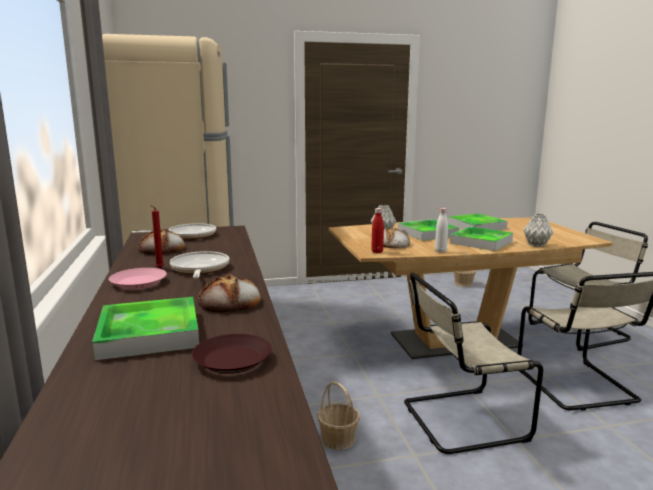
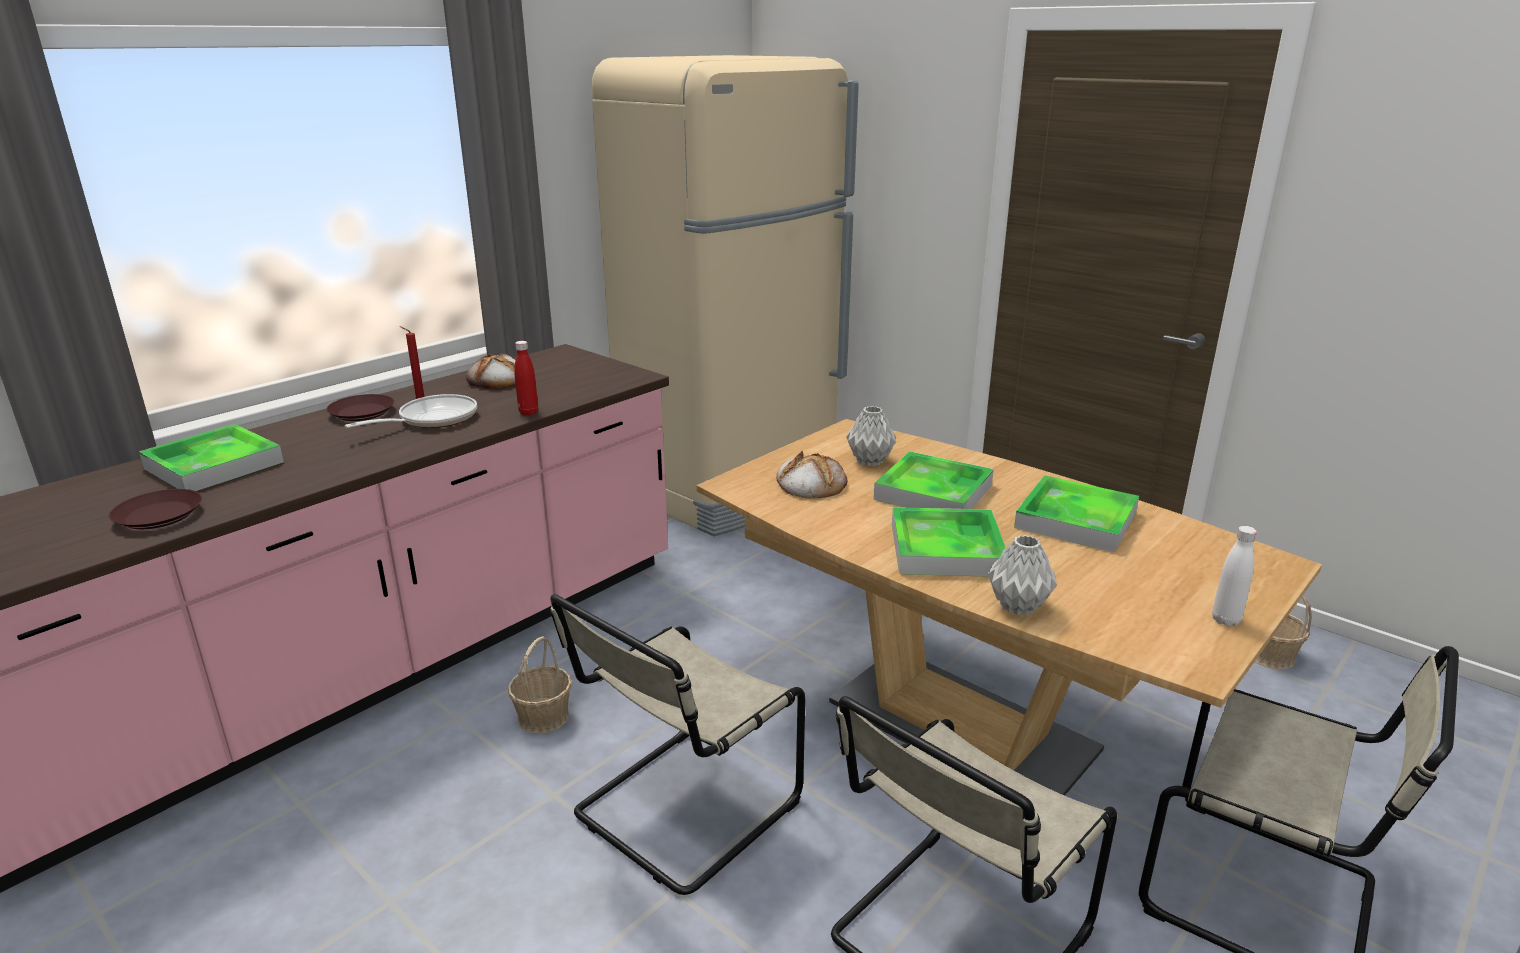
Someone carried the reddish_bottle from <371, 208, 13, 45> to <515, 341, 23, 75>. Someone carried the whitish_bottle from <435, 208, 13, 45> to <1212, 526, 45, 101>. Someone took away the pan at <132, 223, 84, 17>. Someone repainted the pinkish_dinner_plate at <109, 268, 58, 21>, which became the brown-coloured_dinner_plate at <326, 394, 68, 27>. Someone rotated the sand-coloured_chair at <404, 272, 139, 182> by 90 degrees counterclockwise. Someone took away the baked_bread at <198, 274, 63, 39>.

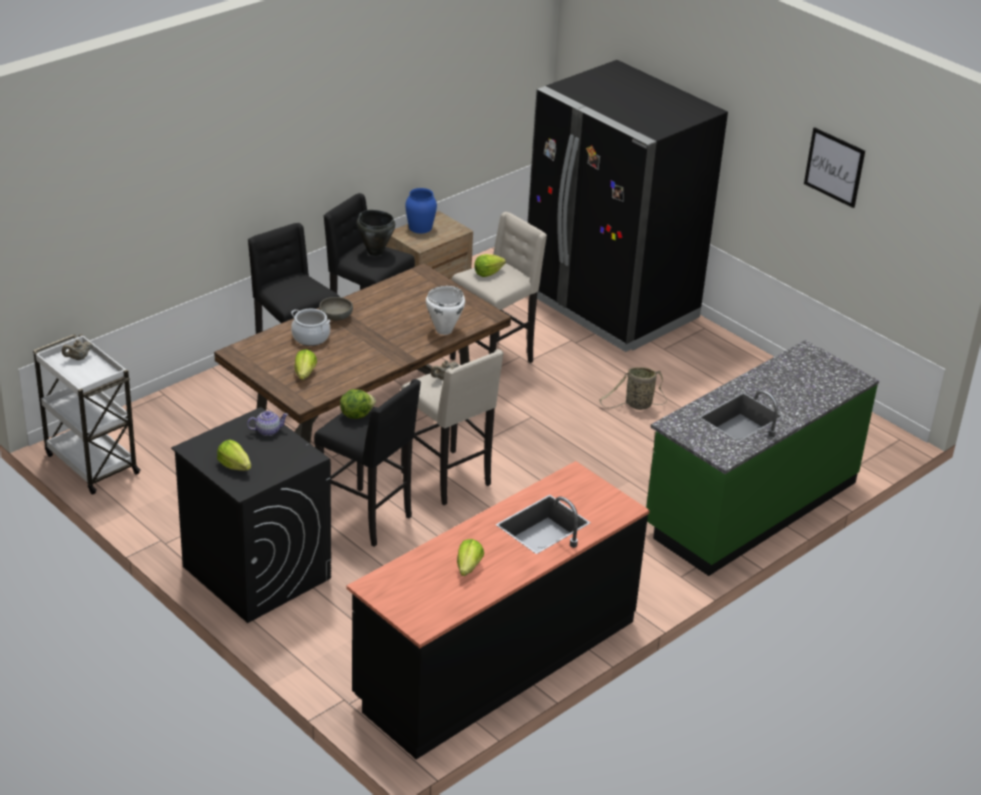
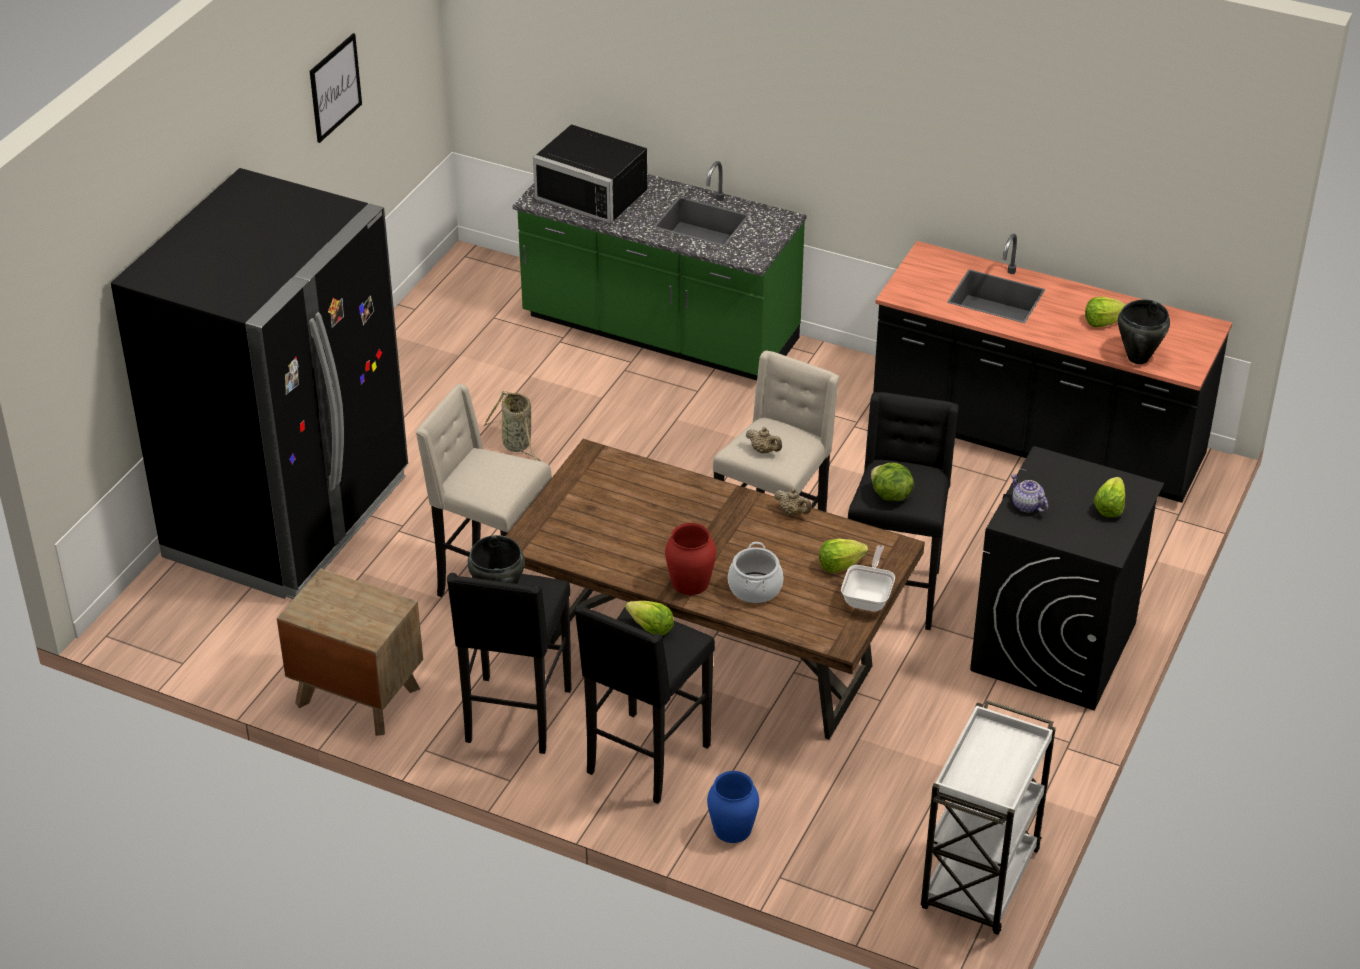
Someone carried the blue-coloured_vase from <405, 188, 32, 45> to <707, 771, 52, 72>. Someone carried the lettuce_head from <474, 254, 32, 23> to <625, 601, 49, 35>. Someone took away the whitish_stockpot at <426, 286, 39, 49>. Someone swapped the gray_bowl at <319, 297, 34, 24> for the reddish_vase at <665, 523, 51, 72>. Someone carried the sand-coloured_pot_for_tea from <62, 340, 31, 20> to <774, 488, 37, 27>. Someone put down the black-coloured_microwave_oven at <533, 124, 114, 100>. Someone put down the black-coloured_stockpot at <1118, 300, 52, 64>. Someone put down the pan at <841, 545, 54, 66>.

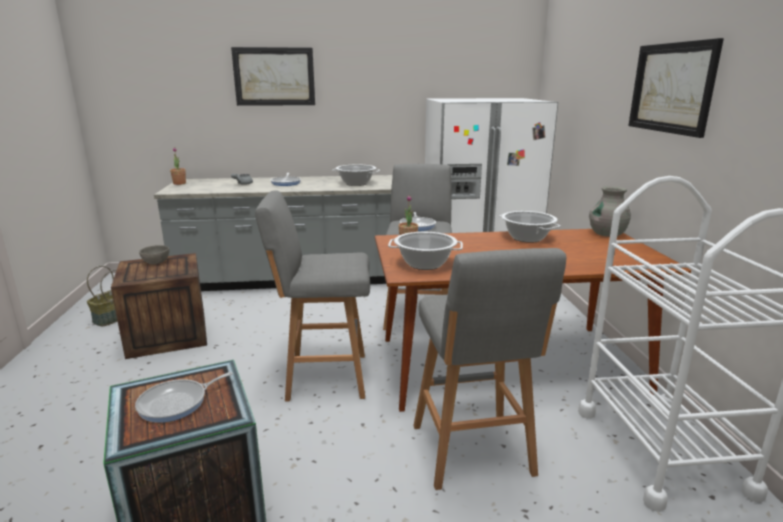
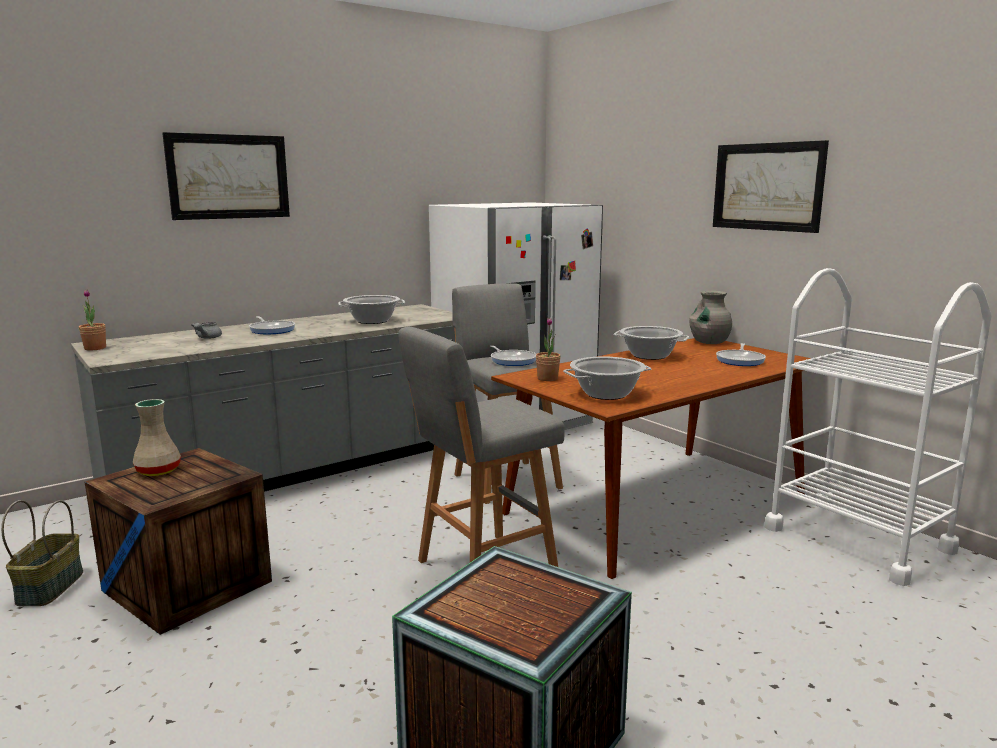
Someone swapped the gray_bowl at <139, 245, 30, 20> for the sand-coloured_vase at <133, 399, 48, 77>. Someone took away the gray_stool_seat at <413, 248, 153, 242>. Someone carried the pan from <135, 372, 98, 51> to <716, 343, 50, 23>.

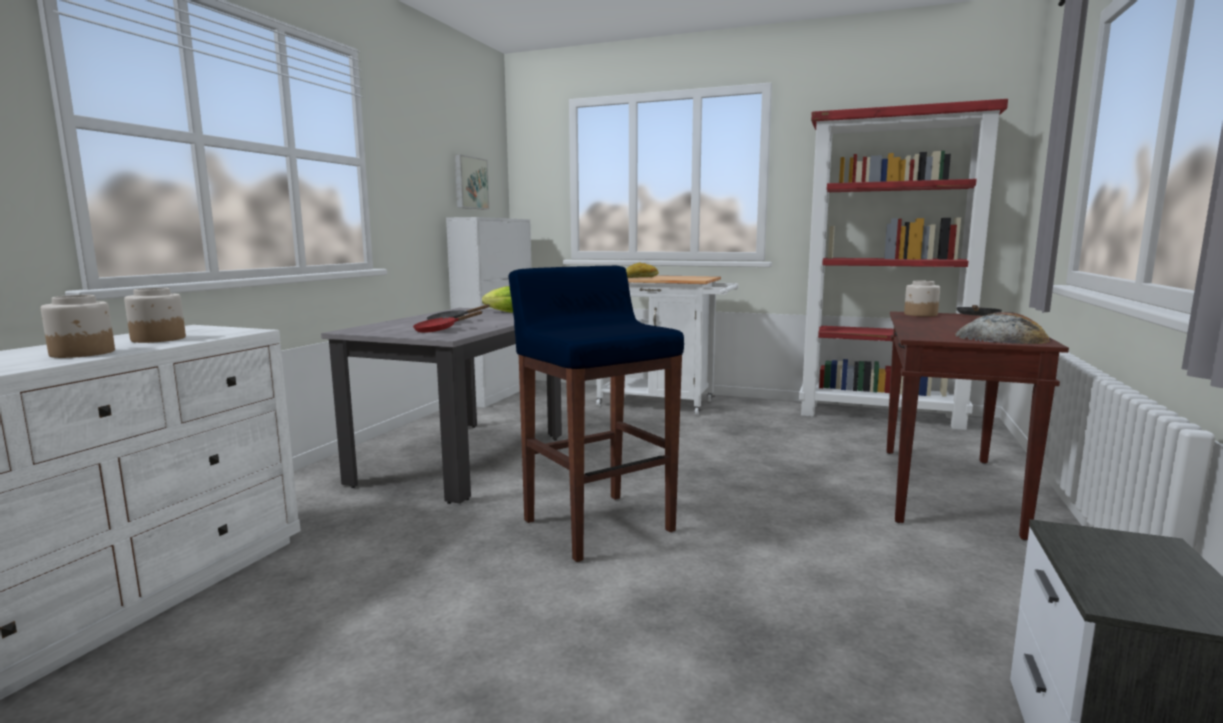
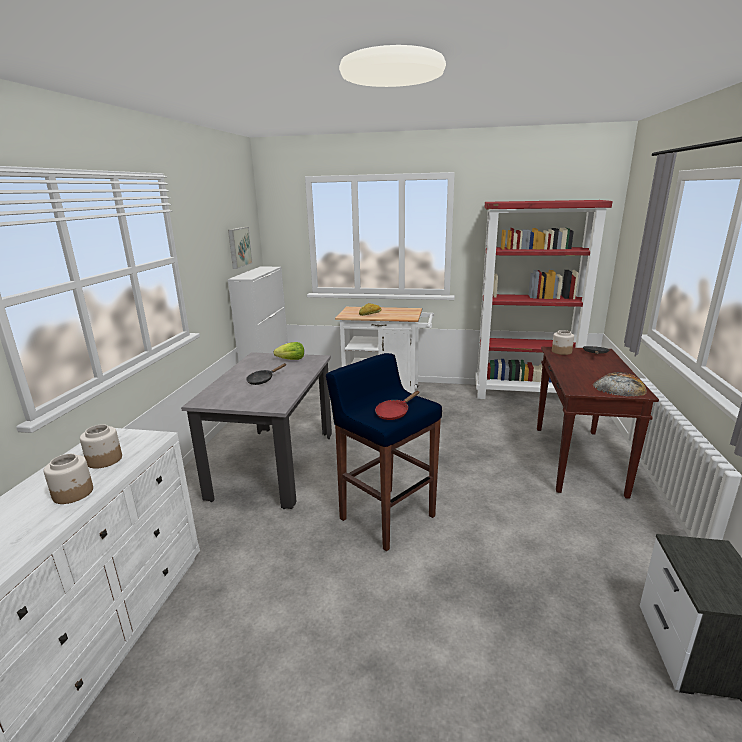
Someone carried the reddish_pan from <413, 311, 70, 22> to <375, 391, 45, 29>.

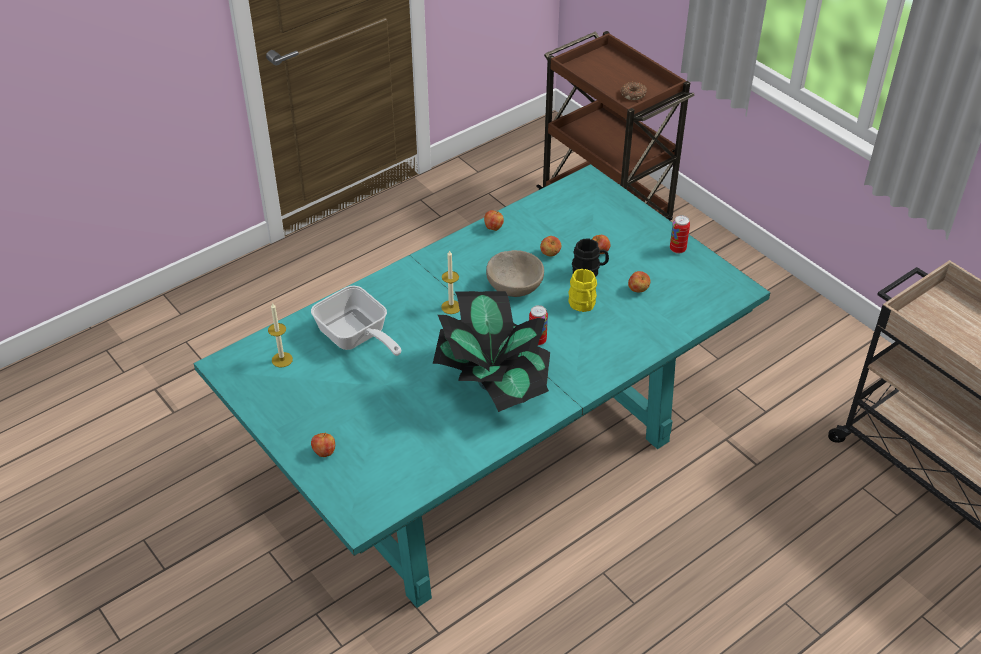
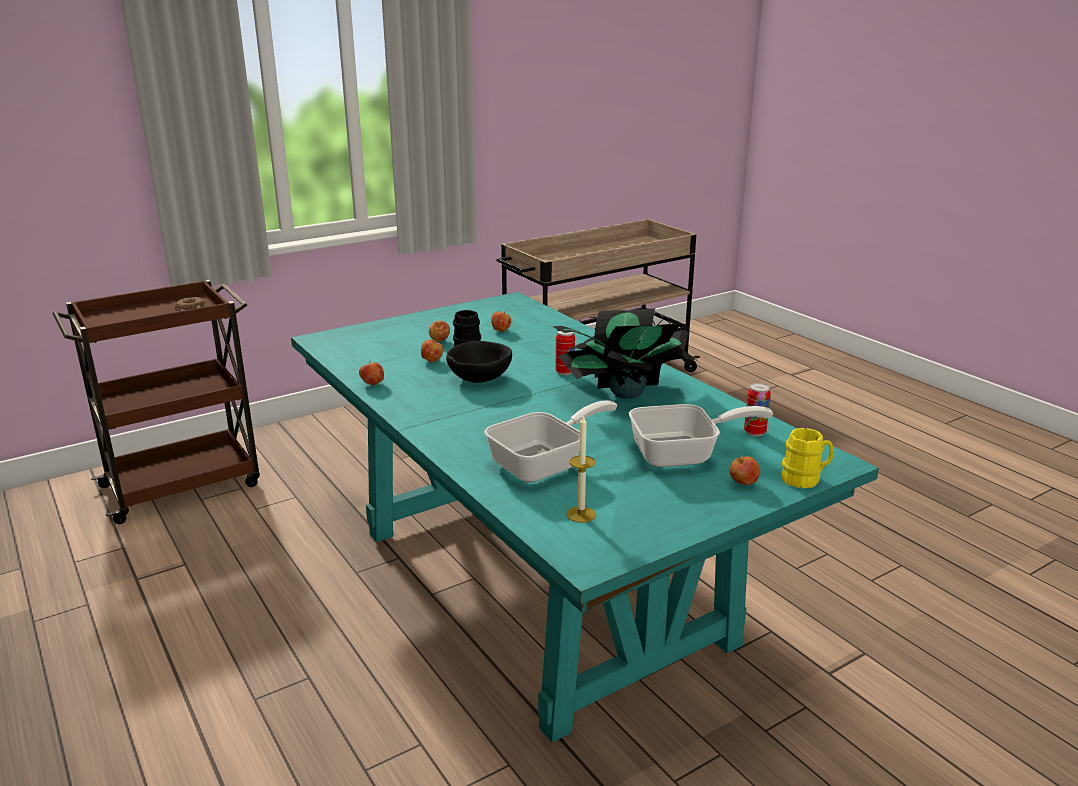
Someone carried the metal_can from <670, 215, 20, 39> to <744, 383, 27, 53>. Someone took away the candle at <441, 250, 19, 64>. Someone repainted the sand-coloured_bowl at <486, 250, 58, 47>, which became the black-coloured_bowl at <446, 341, 66, 42>. Someone carried the yellow-coloured_coffee_mug from <568, 269, 29, 43> to <782, 428, 52, 60>. Someone put down the pan at <629, 404, 144, 63>.

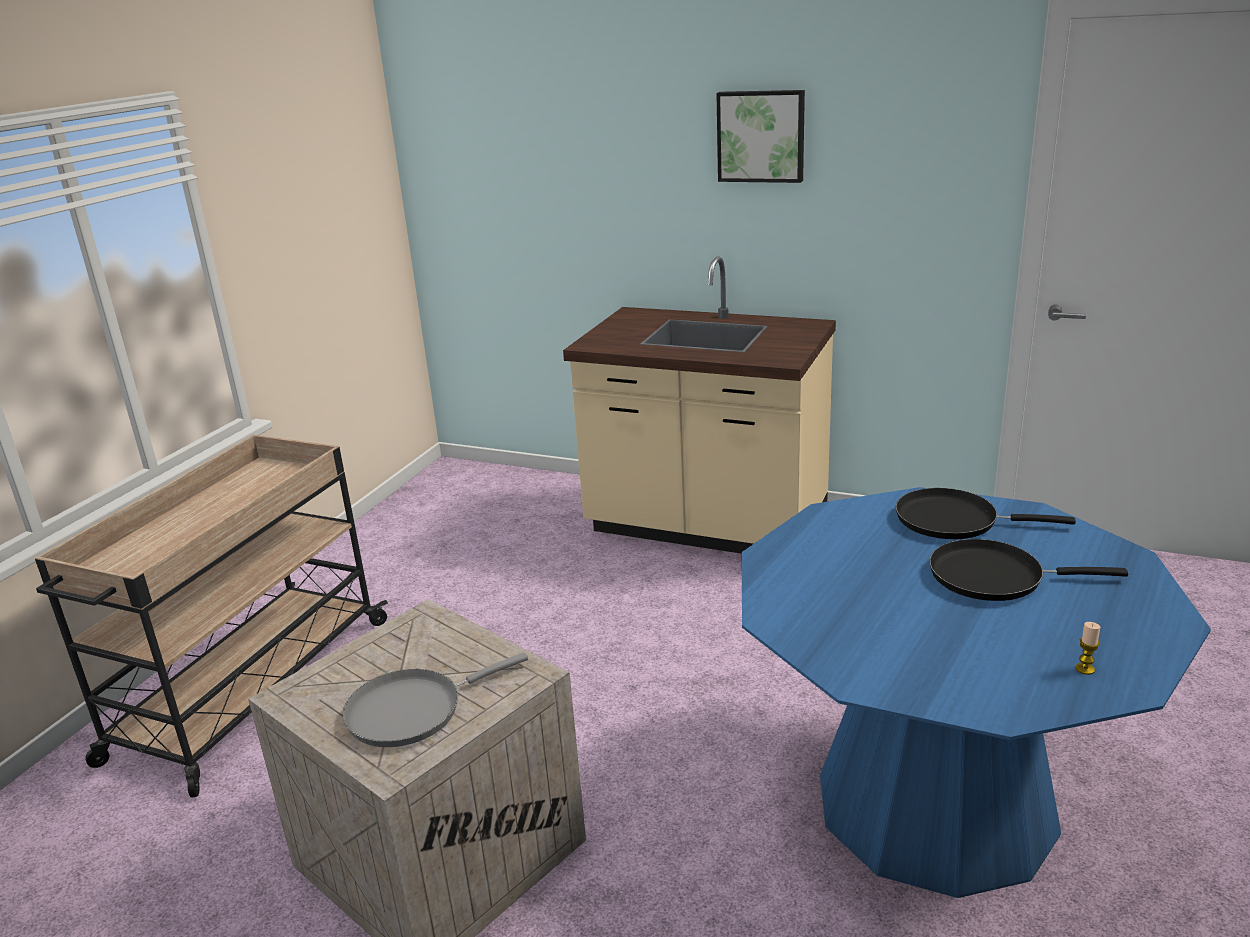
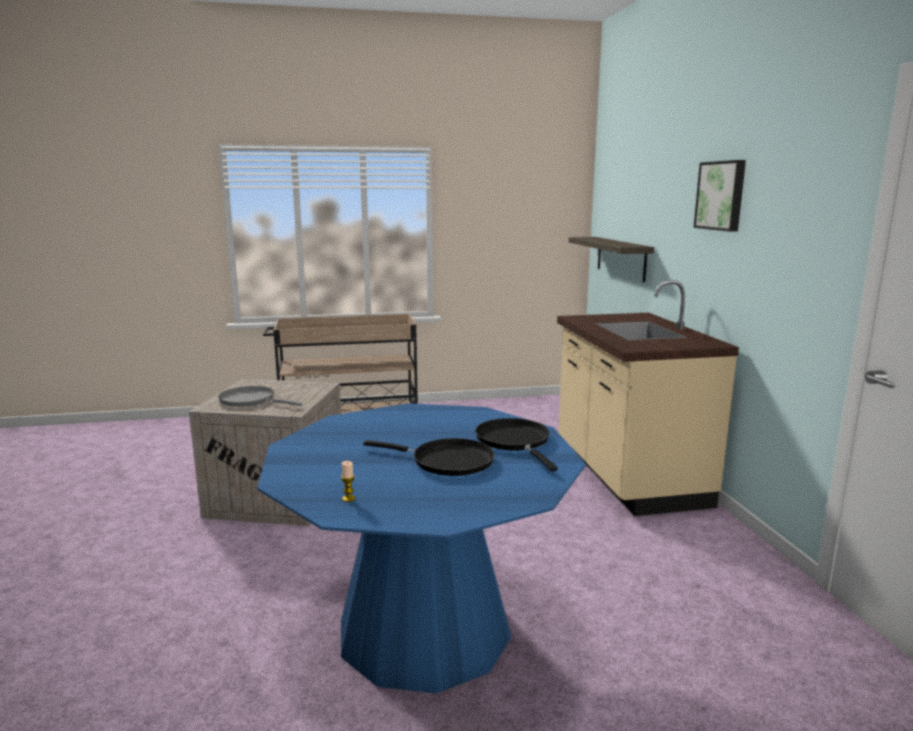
Someone rotated the black-coloured_pan at <929, 539, 199, 62> by 135 degrees clockwise. Someone put up the shelf at <569, 237, 85, 45>.

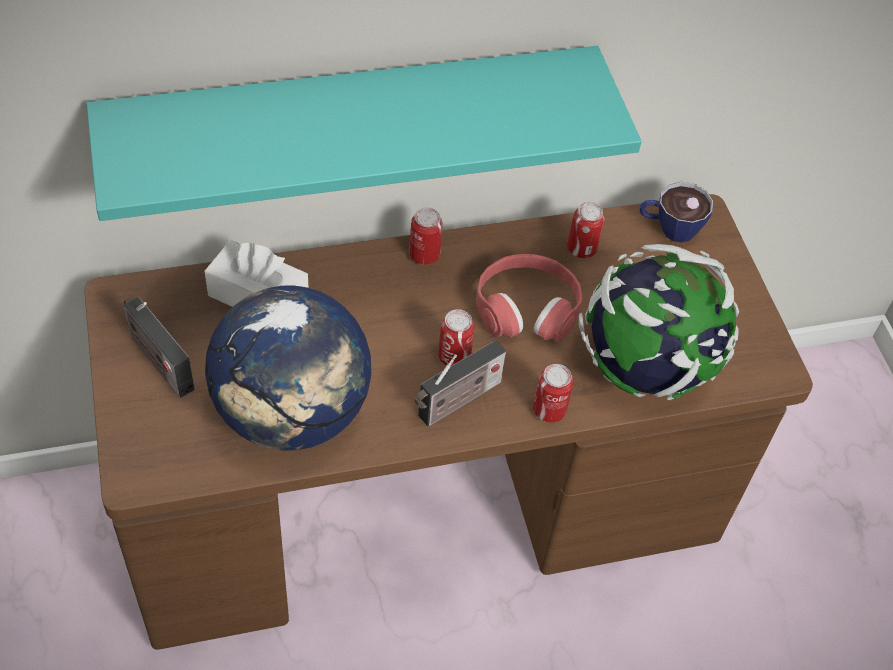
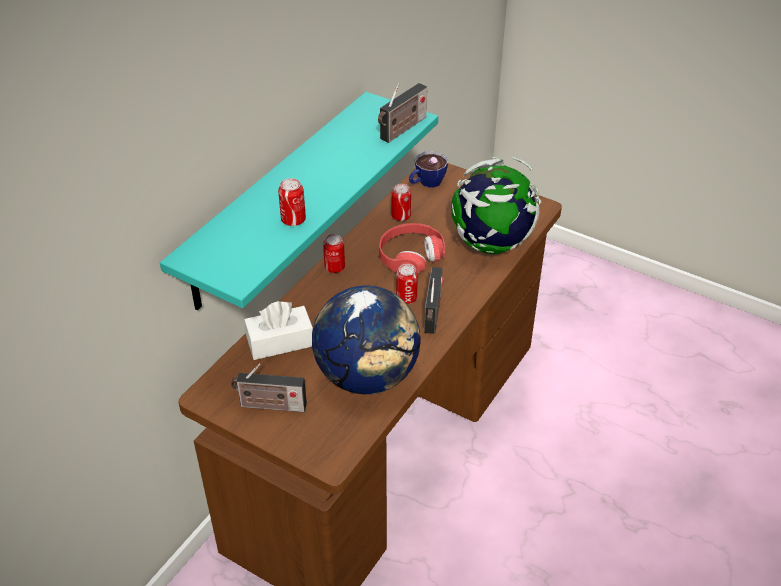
Someone carried the metal_can from <533, 364, 40, 59> to <278, 178, 28, 48>. Someone put down the radio_receiver at <378, 83, 49, 60>.

